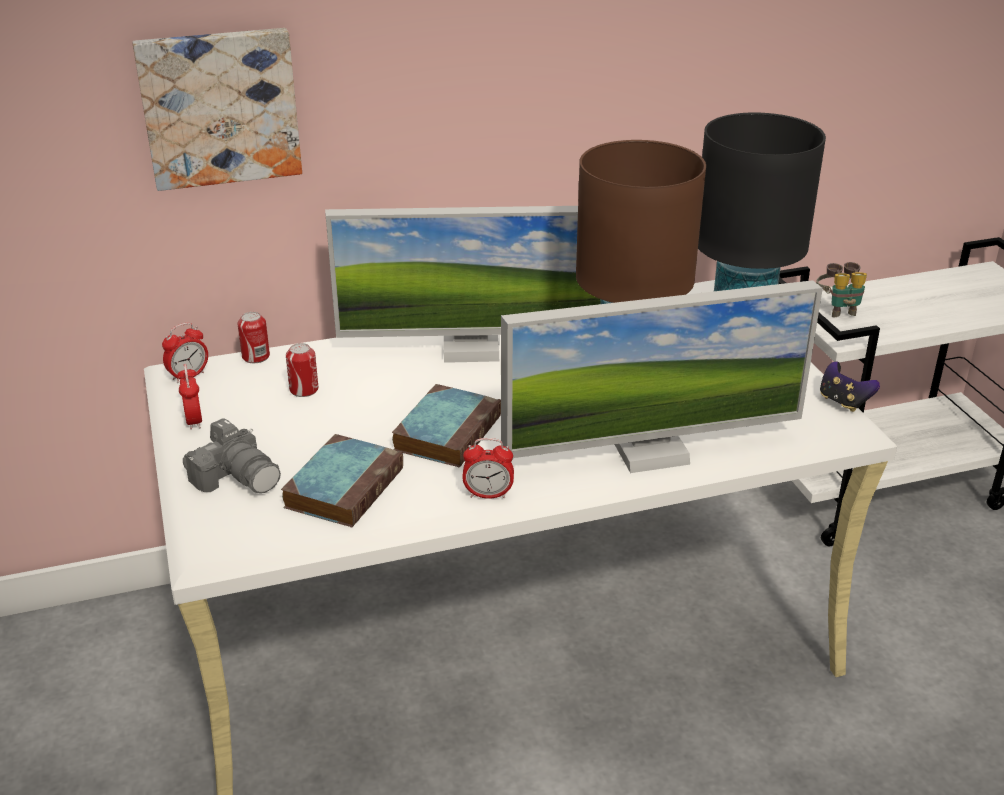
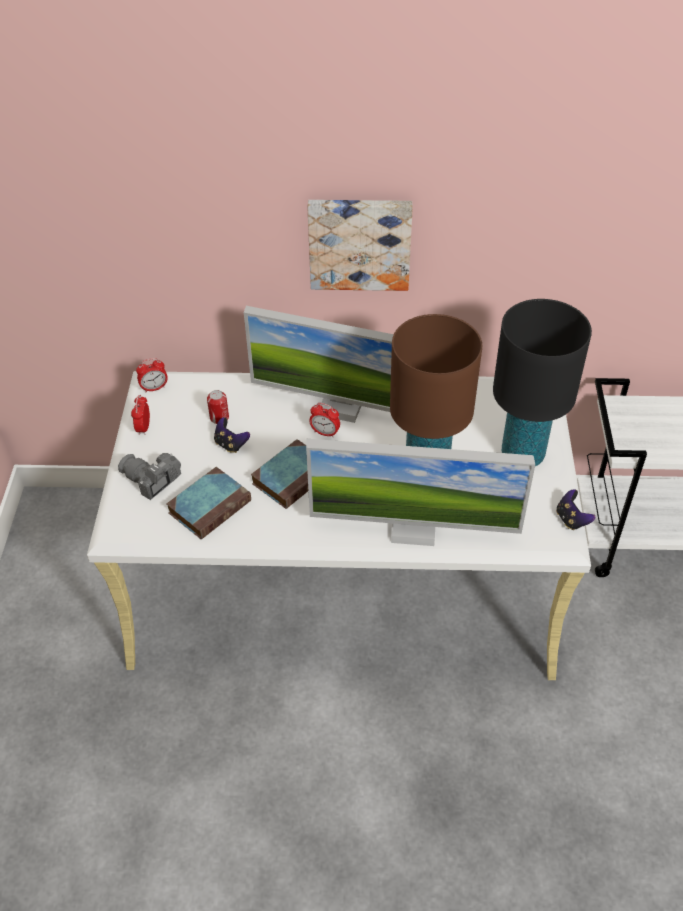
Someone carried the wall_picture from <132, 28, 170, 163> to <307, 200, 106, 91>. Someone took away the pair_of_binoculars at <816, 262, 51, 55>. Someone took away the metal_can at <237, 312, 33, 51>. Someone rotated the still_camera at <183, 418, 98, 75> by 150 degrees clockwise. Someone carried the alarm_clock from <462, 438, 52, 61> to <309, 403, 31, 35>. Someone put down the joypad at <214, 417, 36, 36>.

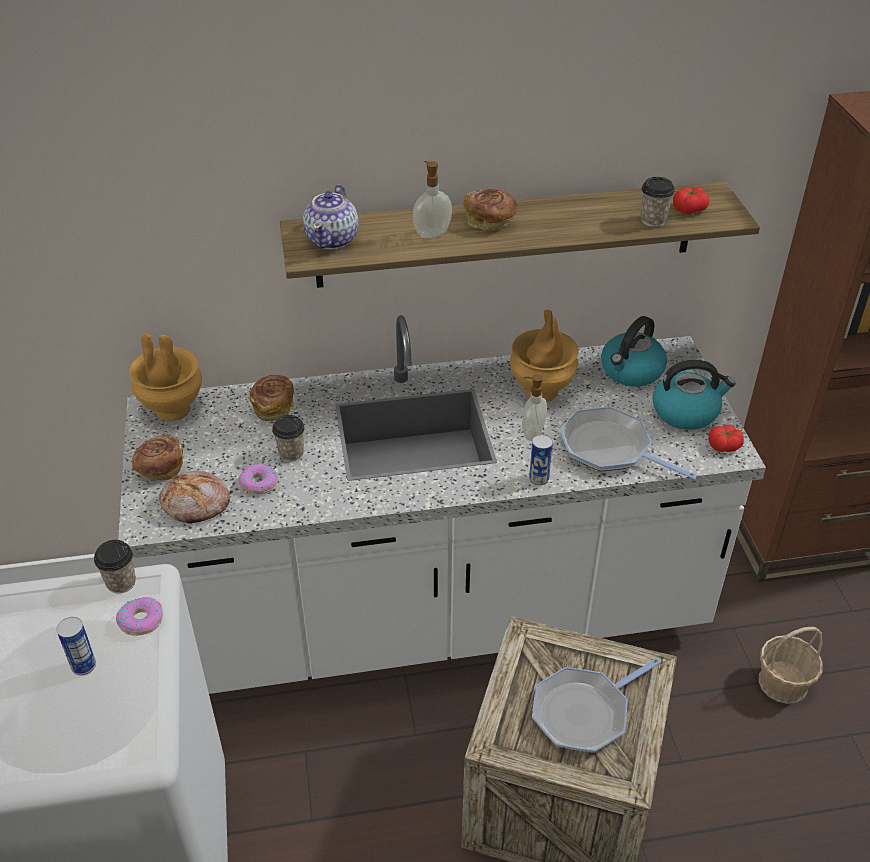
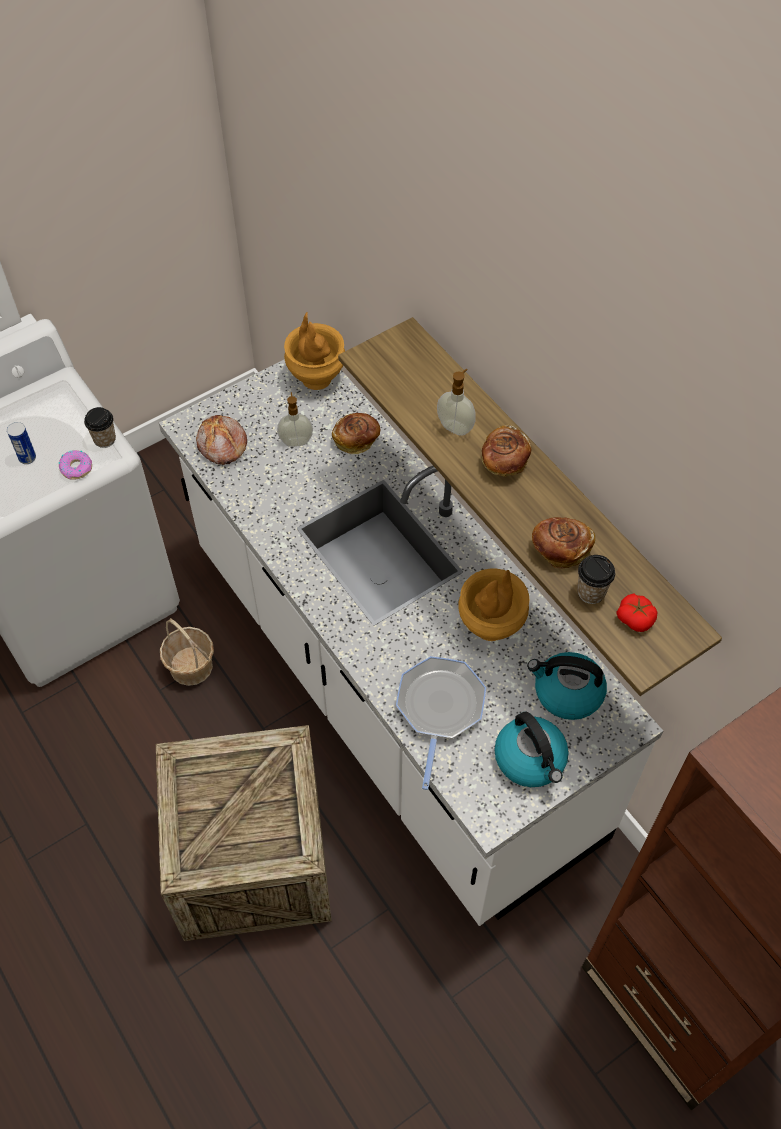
Someone took away the pot_for_tea at <303, 185, 56, 64>. Someone carried the soap_dispenser from <522, 374, 25, 67> to <277, 392, 36, 55>. Someone took away the cup at <272, 415, 33, 46>. Someone took away the whole_tomato at <709, 425, 35, 27>. Someone carried the baked_bread from <132, 434, 51, 47> to <532, 517, 63, 52>. Someone took away the metal_can at <529, 434, 24, 52>. Someone took away the ring_doughnut at <239, 463, 39, 31>. Someone carried the household_basket from <758, 627, 65, 77> to <160, 618, 54, 68>. Someone took away the pan at <532, 658, 129, 95>.

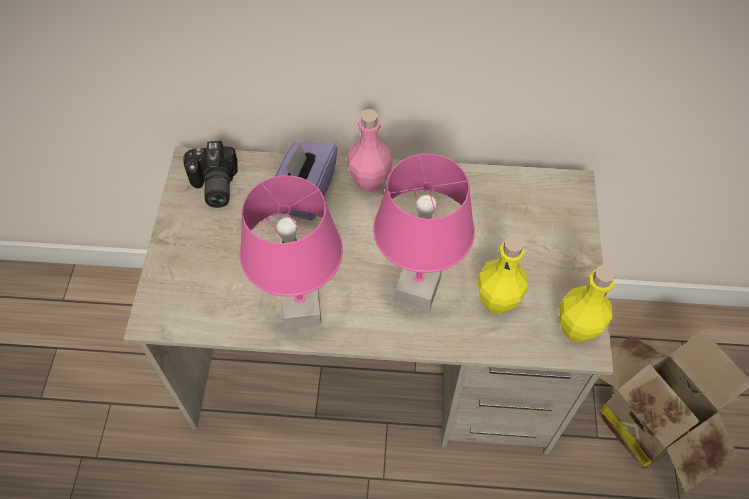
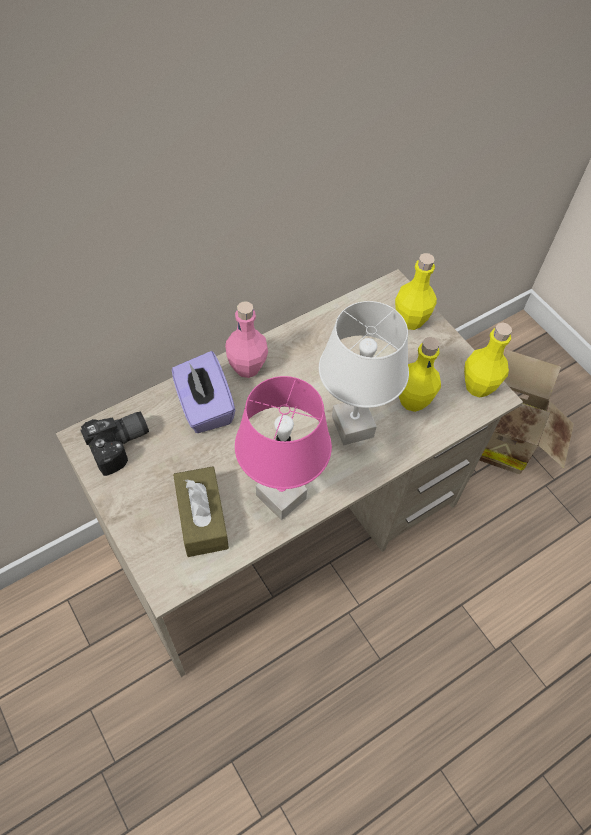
Someone rotated the still_camera at <183, 141, 55, 67> by 75 degrees counterclockwise. Someone repainted the pinkish_tabletop_lamp at <373, 154, 102, 157>, which became the whitish_tabletop_lamp at <319, 301, 90, 144>. Someone put down the yellow-coloured_bottle at <395, 253, 42, 77>. Someone put down the brown-coloured_box_of_tissues at <173, 467, 56, 90>.

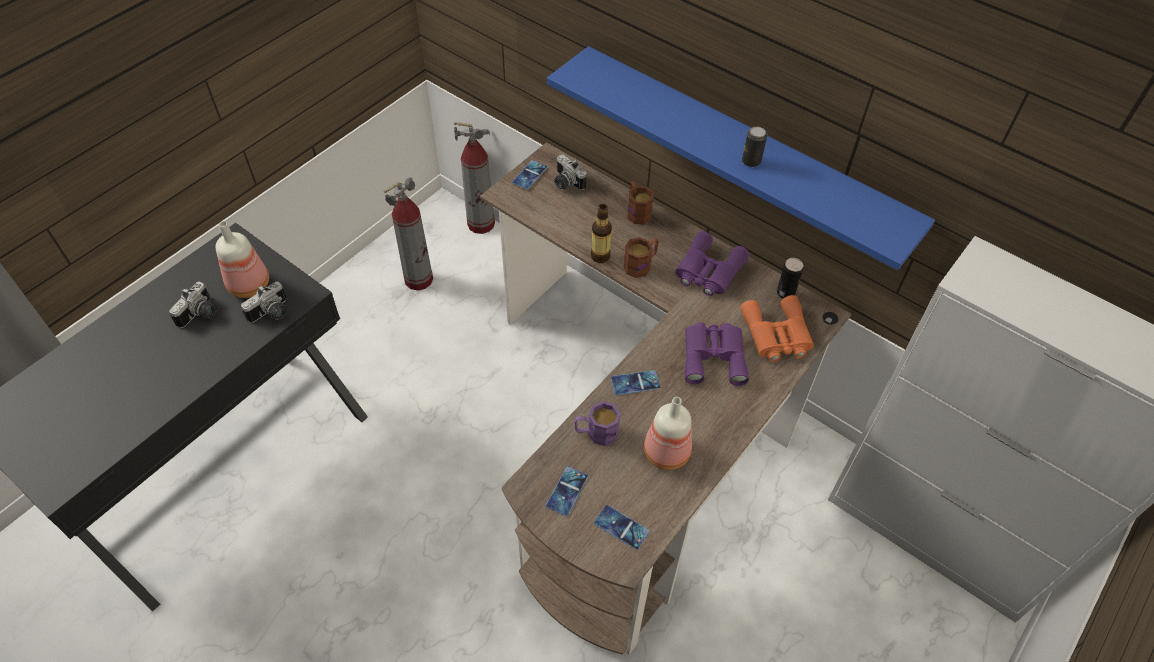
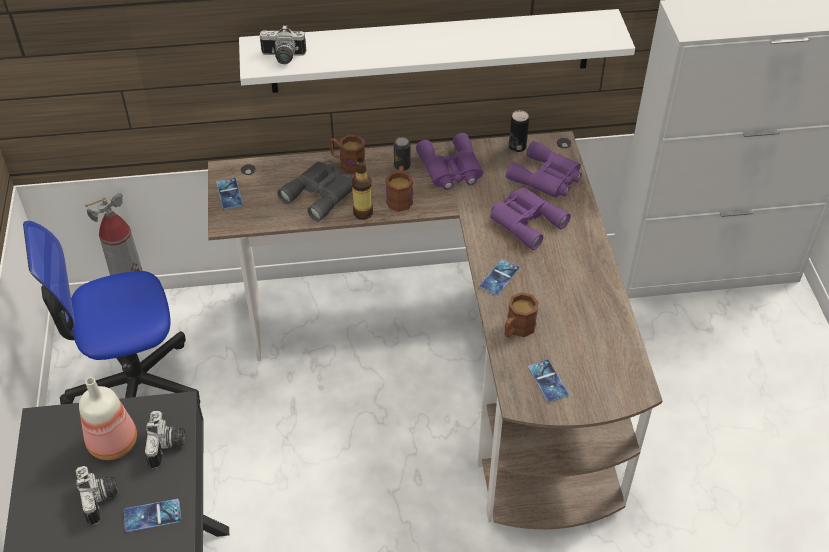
Someone repainted the blue-coloured_shelf at <547, 46, 388, 224>, which became the whitish_shelf at <239, 9, 396, 84>. Someone carried the metal_can from <742, 126, 25, 41> to <394, 137, 17, 34>. Someone carried the still_camera from <554, 154, 32, 36> to <260, 25, 46, 39>. Someone swapped the extinguisher at <384, 177, 49, 113> for the computer_chair at <23, 221, 177, 183>. Someone repainted the orangey_pair_of_binoculars at <740, 295, 74, 67>, which became the purplish_pair_of_binoculars at <506, 141, 76, 57>. Someone took away the bottle at <644, 397, 48, 73>. Someone repainted the purplish_coffee_mug at <574, 401, 47, 45>, which became the brown-coloured_coffee_mug at <505, 292, 34, 46>. Someone carried the telephone from <594, 505, 55, 45> to <124, 499, 57, 33>. Someone put down the gray_pair_of_binoculars at <277, 162, 76, 60>.

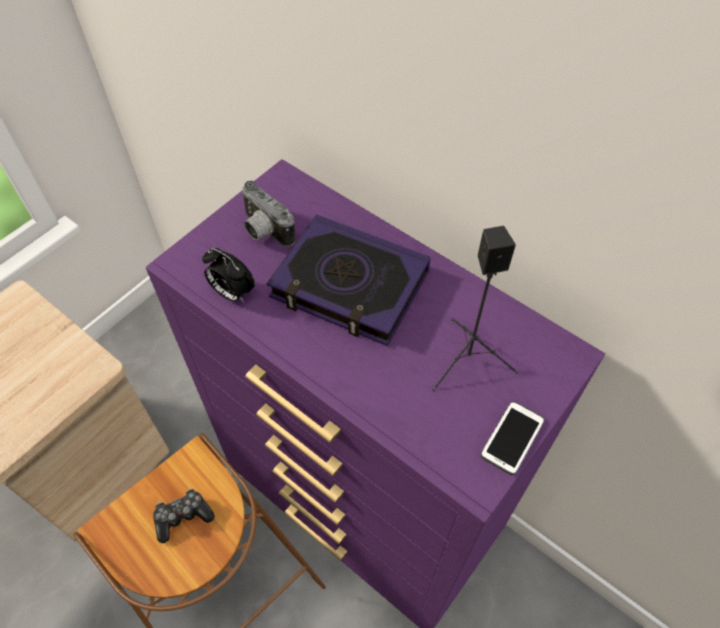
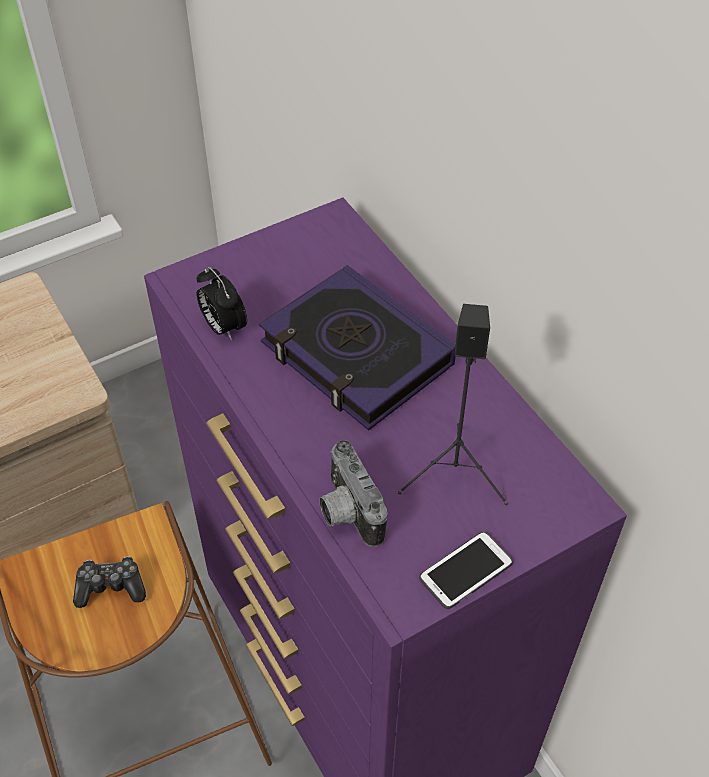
Someone carried the still_camera from <241, 181, 54, 66> to <319, 440, 69, 107>.

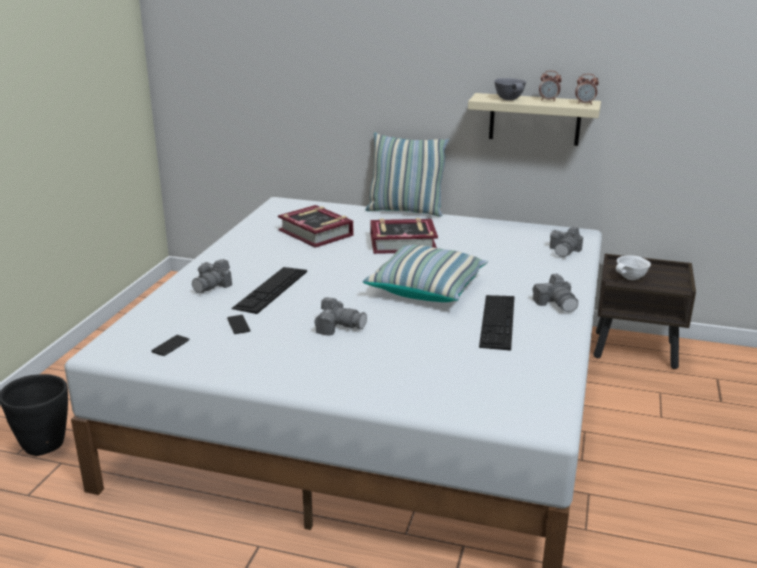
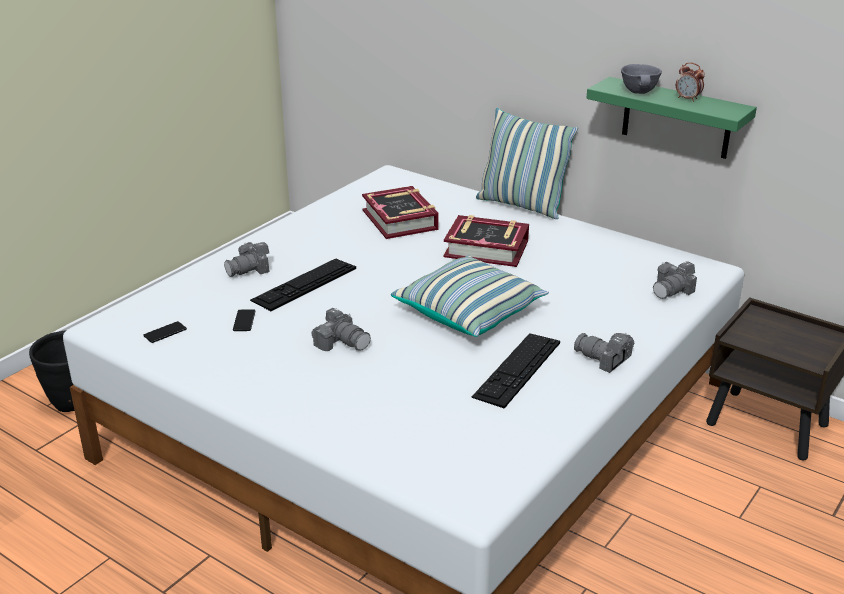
Someone took away the alarm_clock at <575, 74, 24, 31>. Someone repainted the sand-coloured_shelf at <468, 93, 133, 53>, which became the greenish_shelf at <586, 77, 171, 82>. Someone took away the whitish_bowl at <616, 255, 35, 25>. Someone rotated the still_camera at <533, 274, 45, 38> by 120 degrees clockwise.

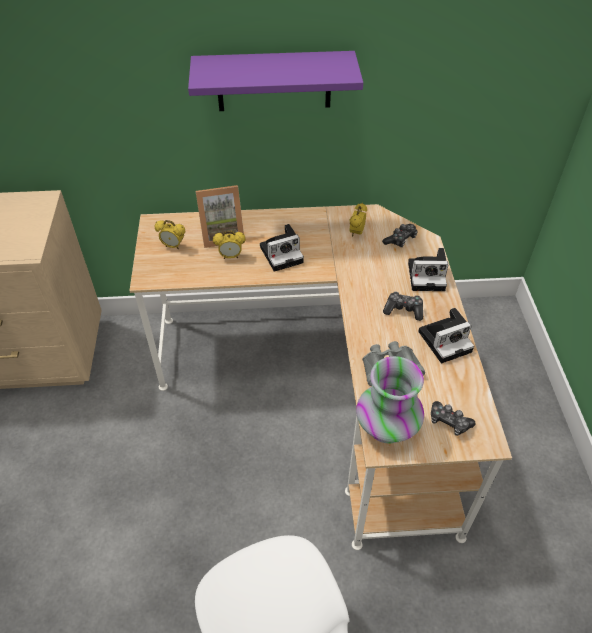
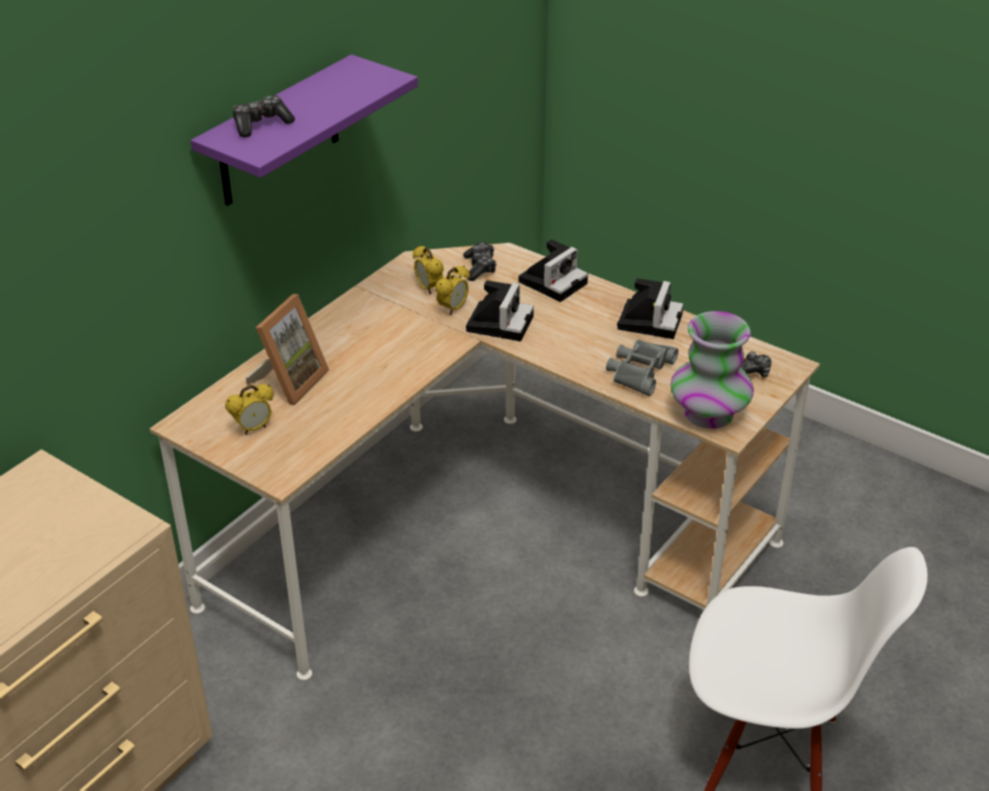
Someone carried the still_camera from <260, 224, 44, 48> to <466, 280, 68, 61>. Someone carried the alarm_clock from <213, 230, 32, 29> to <435, 265, 35, 50>. Someone carried the joypad from <383, 292, 40, 29> to <233, 95, 62, 42>.

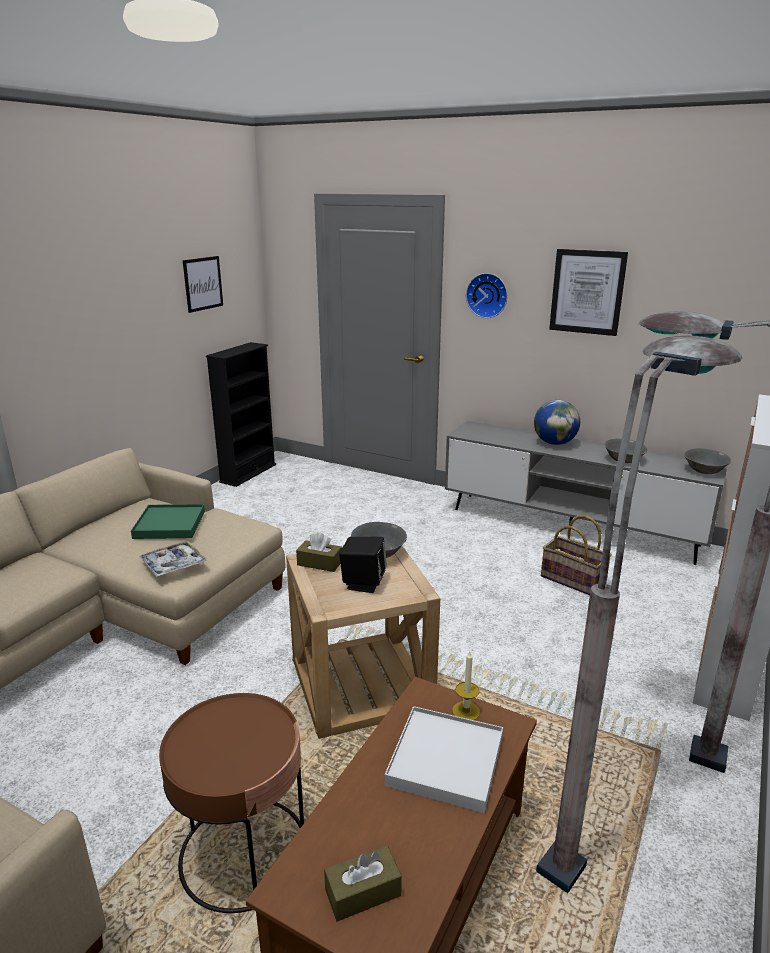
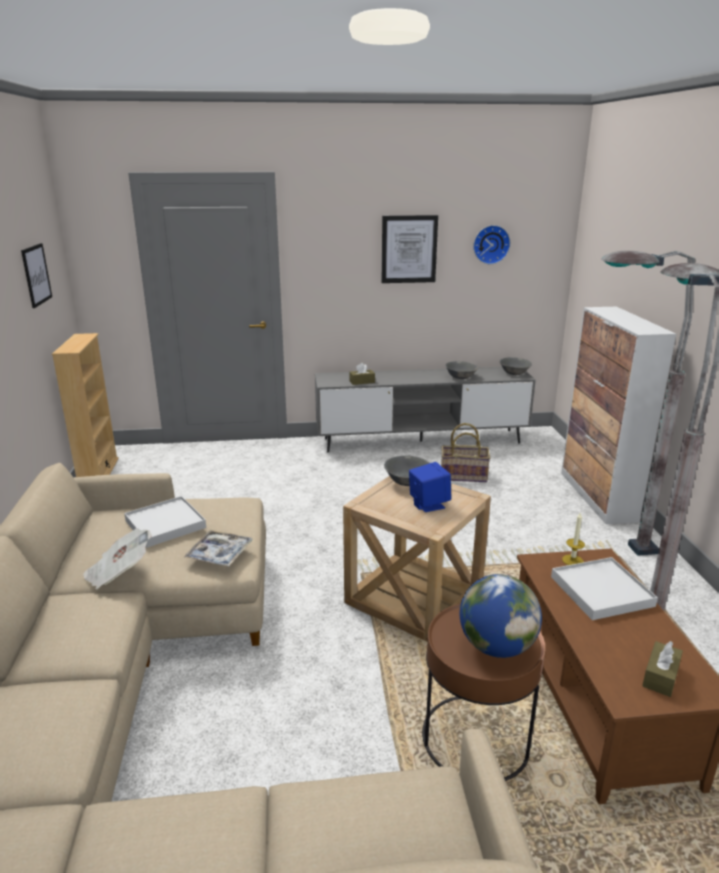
Someone carried the hanging_clock from <466, 273, 42, 45> to <473, 225, 37, 39>. Someone repainted the black-coloured_bookshelf at <206, 342, 70, 145>, which became the sand-coloured_bookshelf at <52, 333, 67, 144>. Someone carried the desk_globe from <534, 400, 46, 45> to <460, 574, 82, 84>. Someone repainted the greenish_carrying_tray at <131, 504, 74, 35>, which became the whitish_carrying_tray at <124, 496, 82, 52>. Someone carried the brown-coloured_box_of_tissues from <296, 532, 46, 40> to <350, 363, 25, 22>. Someone repainted the black-coloured_loudspeaker at <339, 537, 48, 56>, which became the blue-coloured_loudspeaker at <409, 462, 42, 50>. Someone put down the daily_paper at <83, 528, 69, 61>.

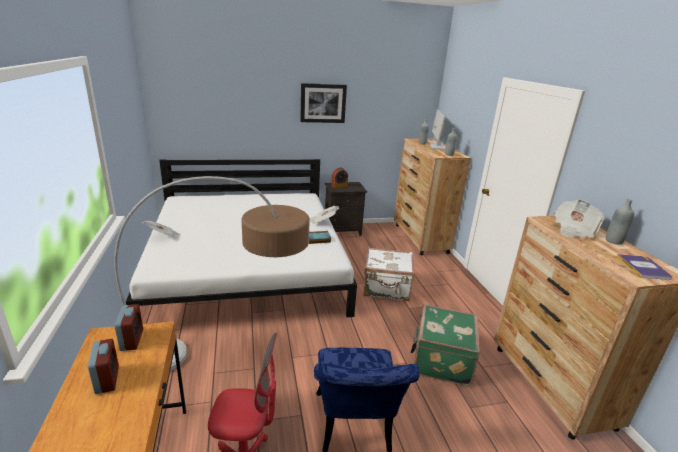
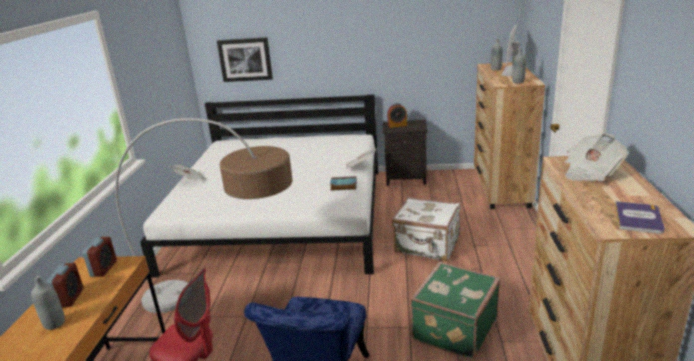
Someone carried the wall_picture from <300, 83, 47, 40> to <217, 37, 56, 45>. Someone carried the gray_bottle from <606, 199, 28, 46> to <31, 276, 34, 54>.

